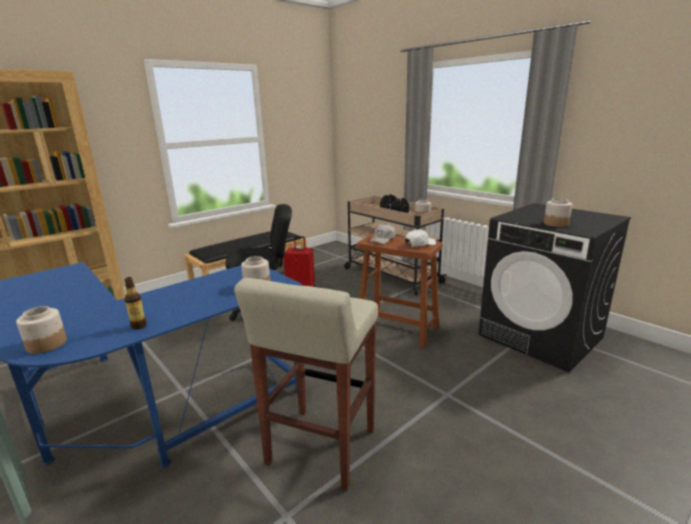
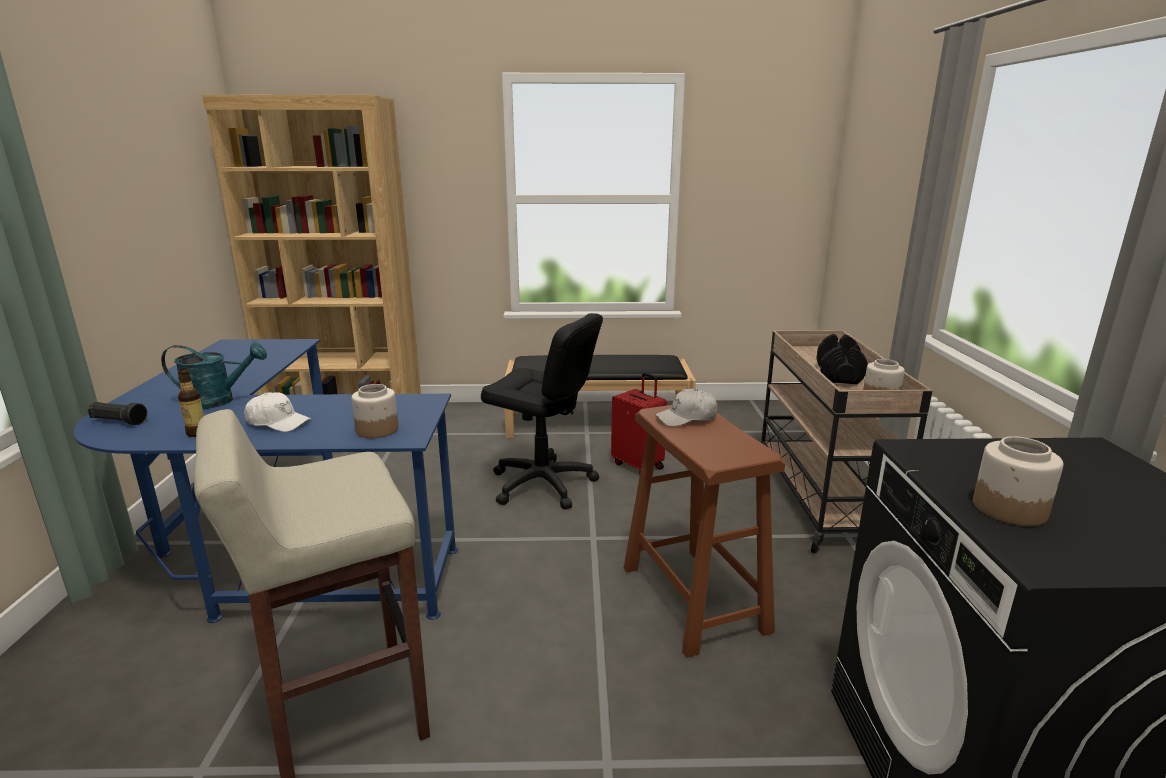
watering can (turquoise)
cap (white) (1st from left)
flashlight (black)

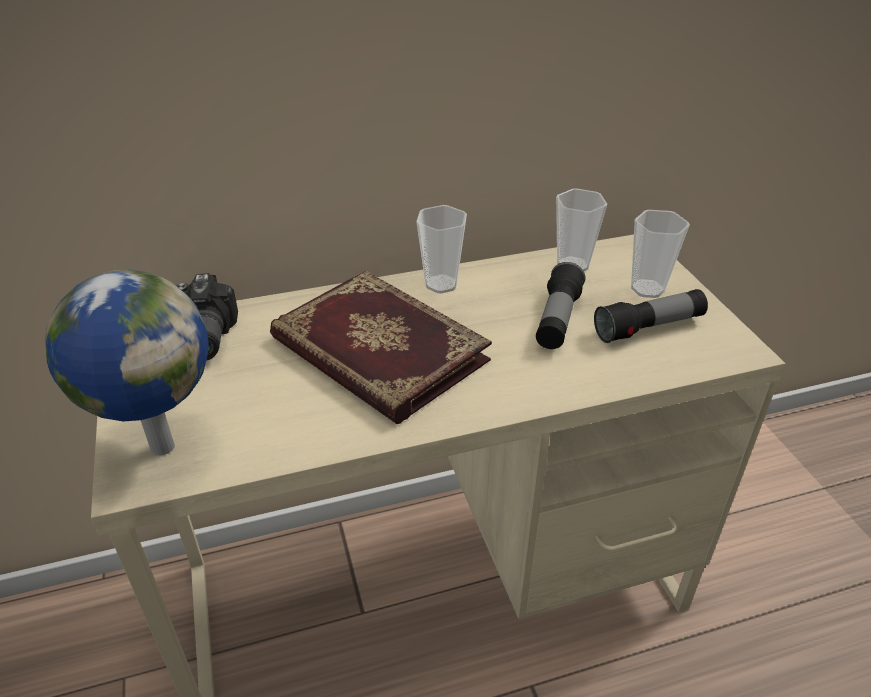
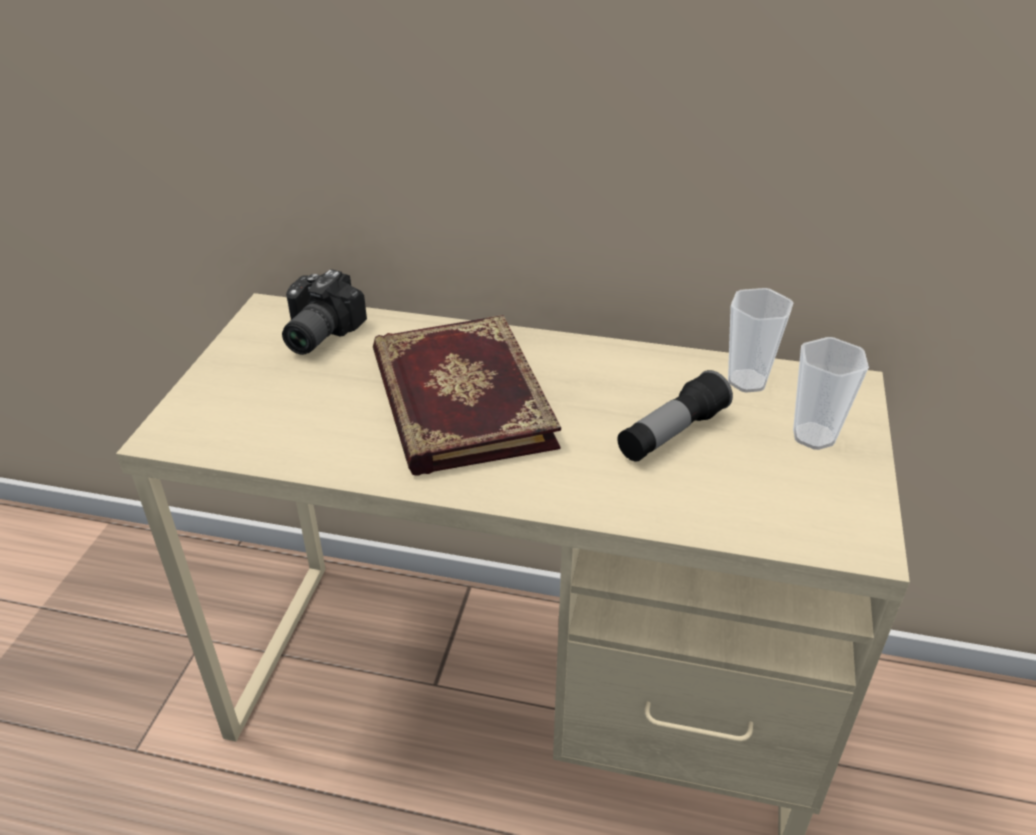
globe
cup (1st from left in the first image)
flashlight (2nd from left in the first image)

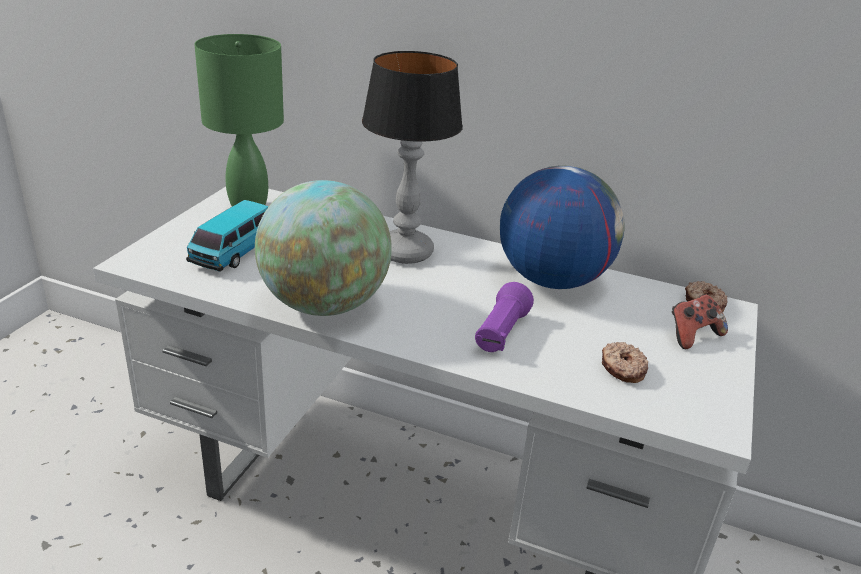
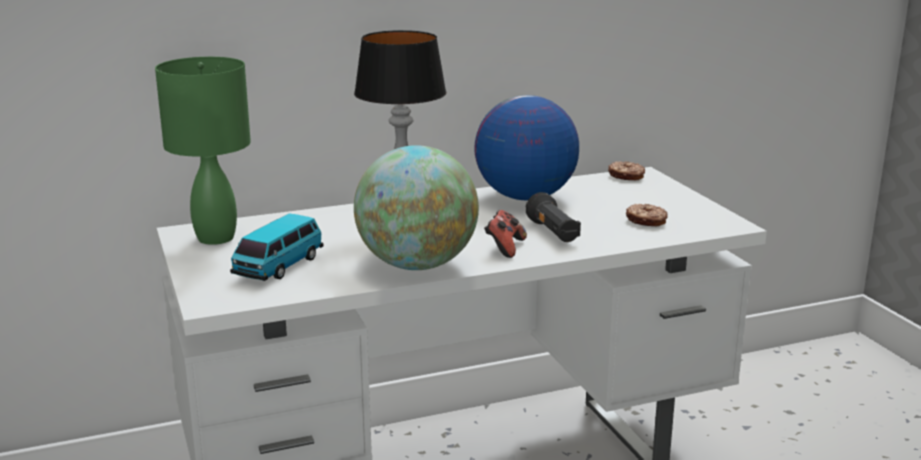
game controller
flashlight (black)
toy car

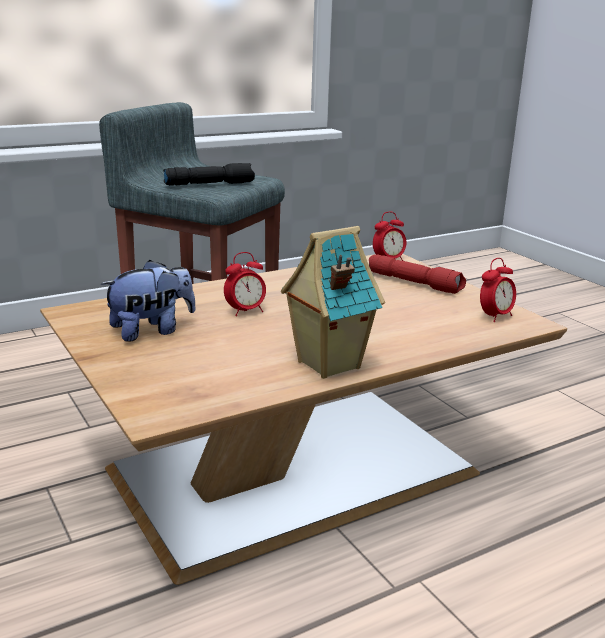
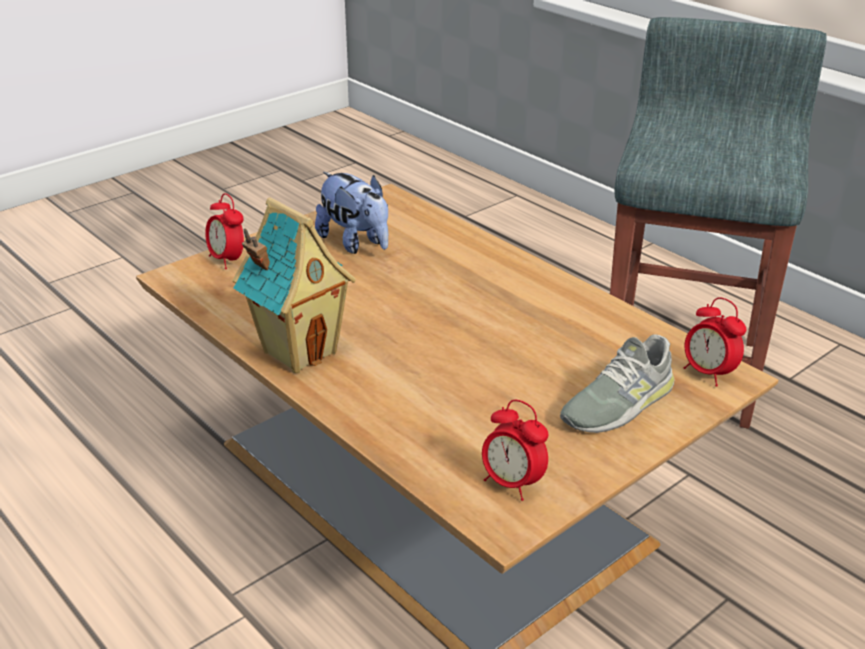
flashlight (black)
alarm clock (1st from left)
shoe (grey)

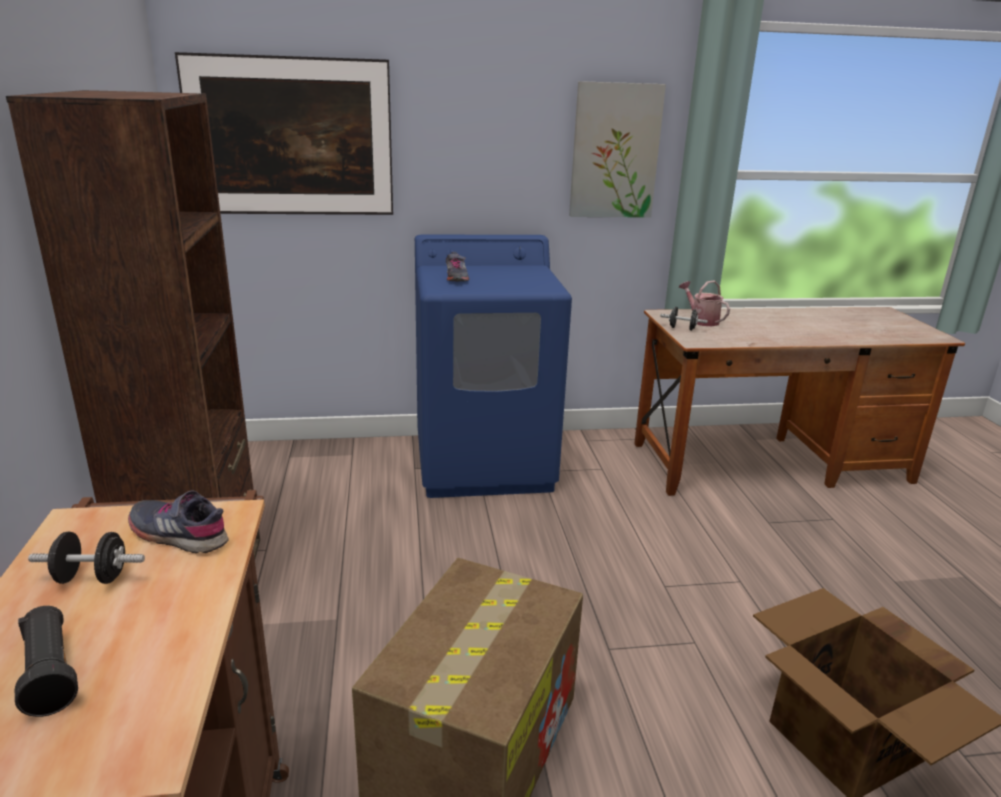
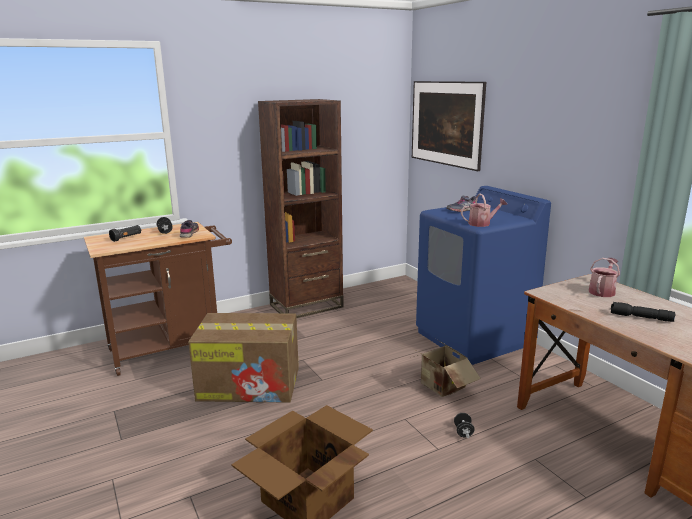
picture (2nd from left in the first image)
cardboard box (3rd from left)
watering can (1st from left)
flashlight (black) (2nd from left)
dumbbell (black) (2nd from left)

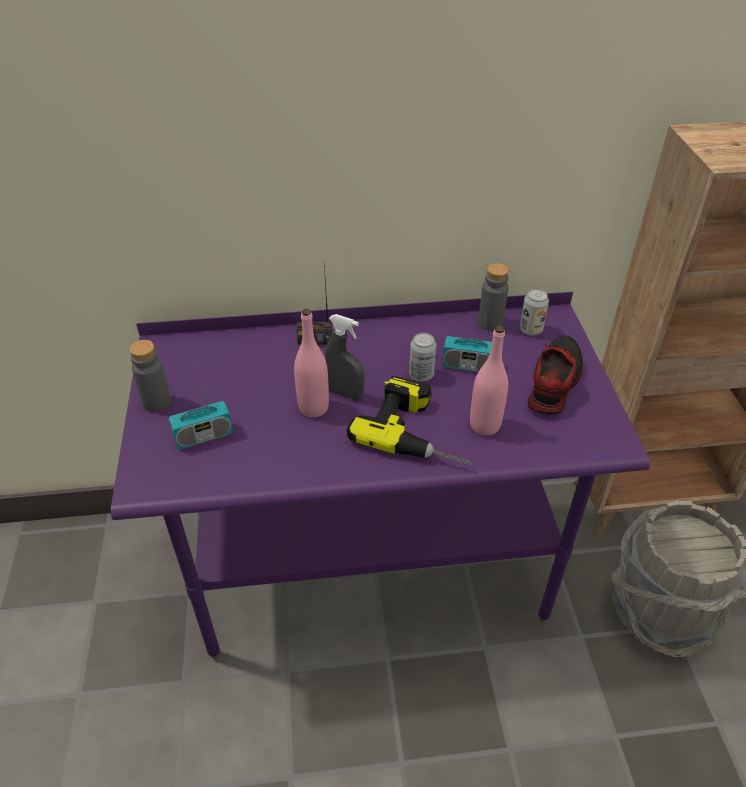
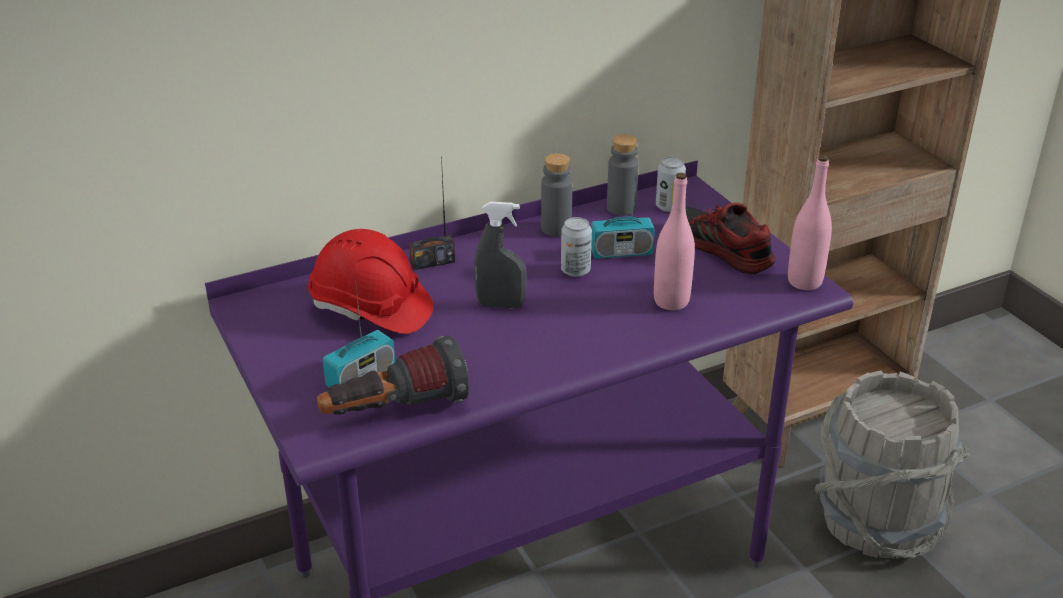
power drill
hard hat (red)
flashlight
bottle (grey) (1st from left)
bottle (pink) (2nd from left)
shoe

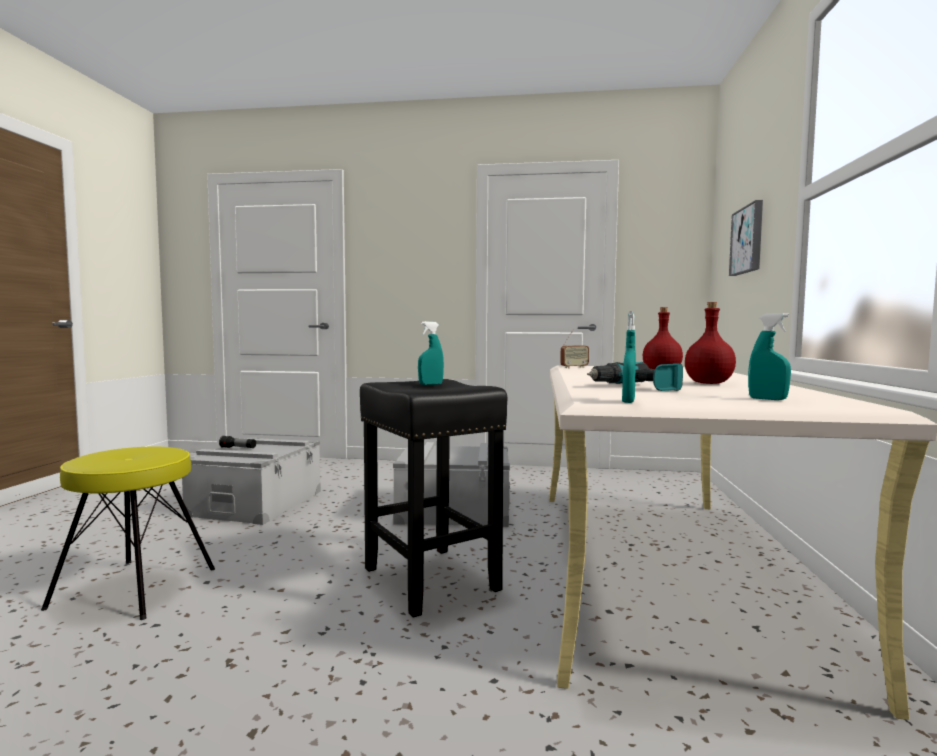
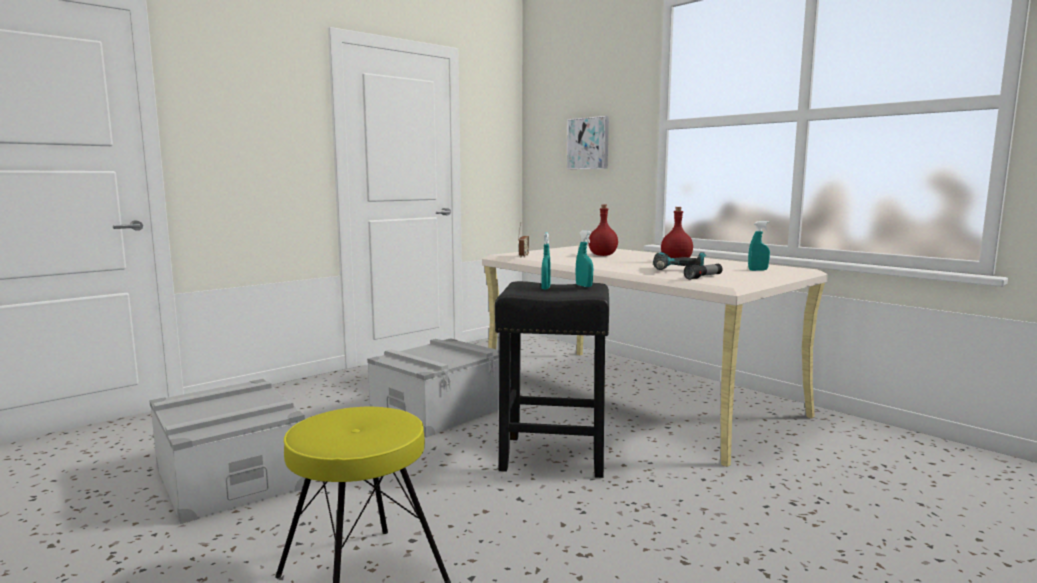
flashlight
spray bottle (turquoise) (2nd from left)

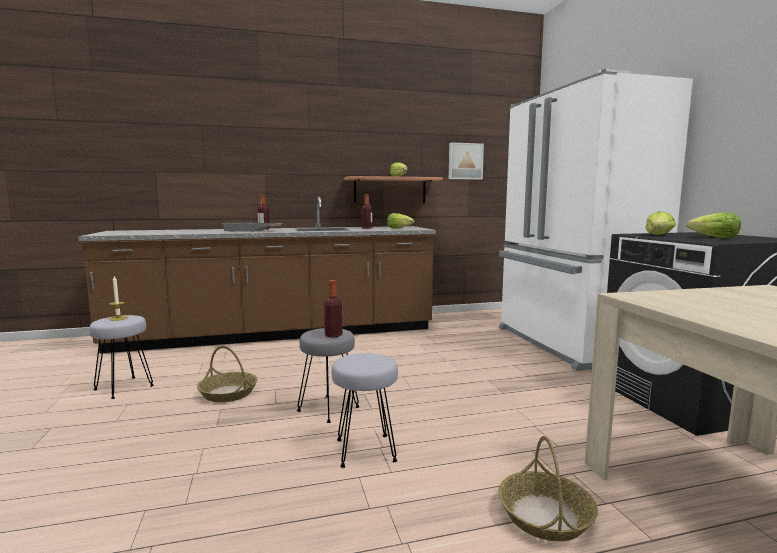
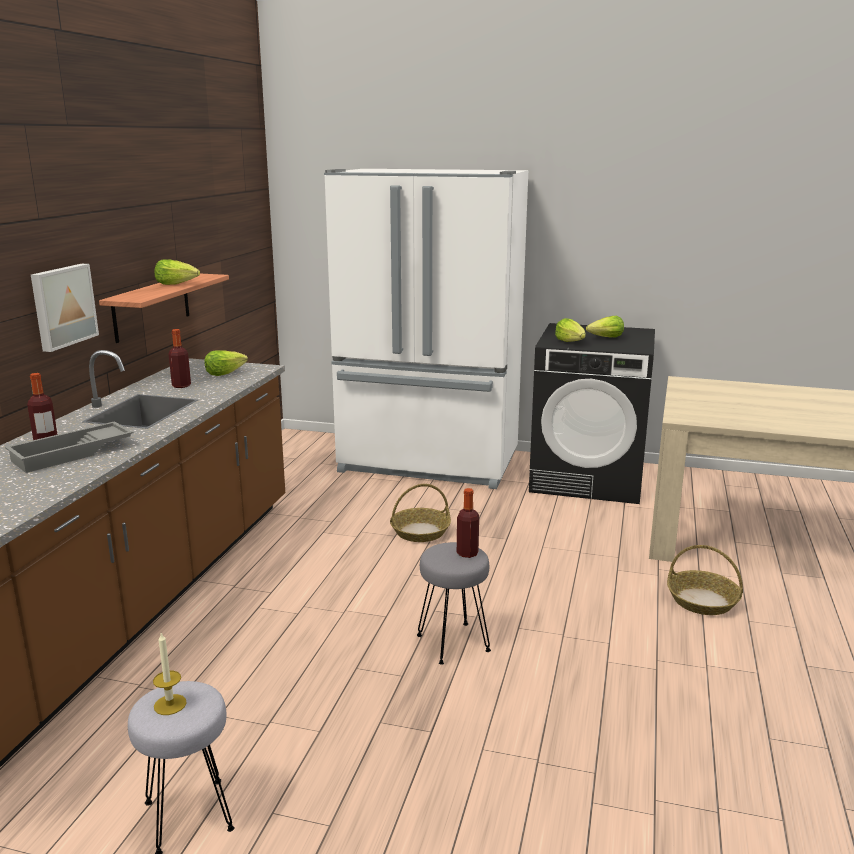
stool (grey) (3rd from left in the first image)
basket (1st from left)
picture

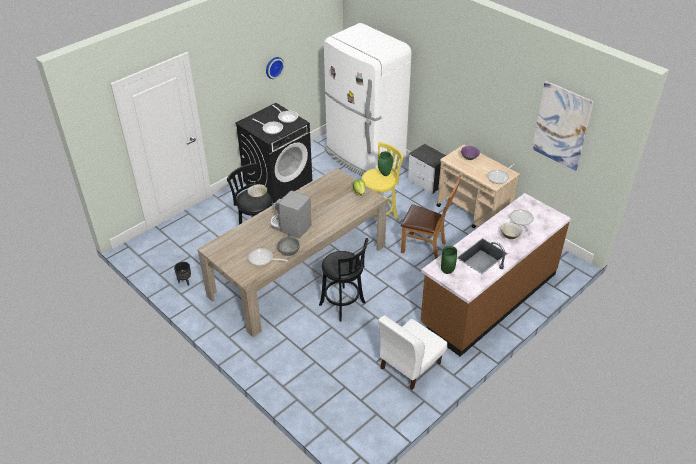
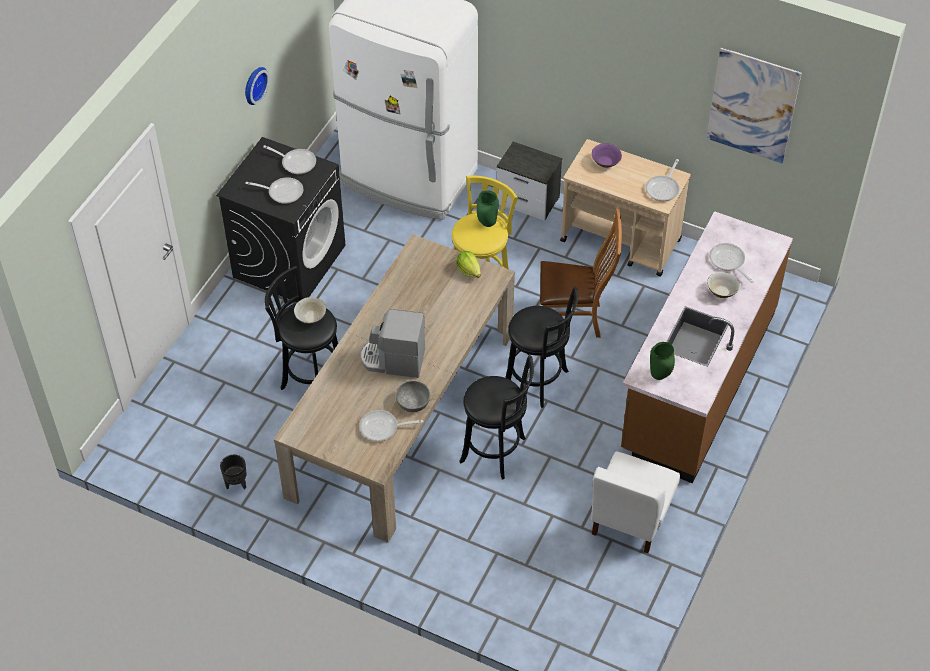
stool (black) (3rd from left)

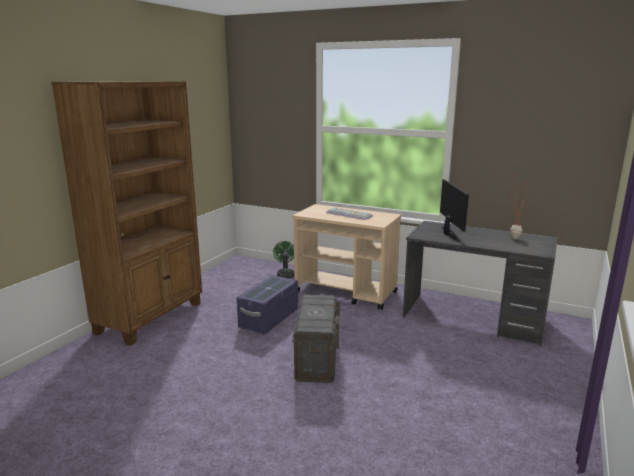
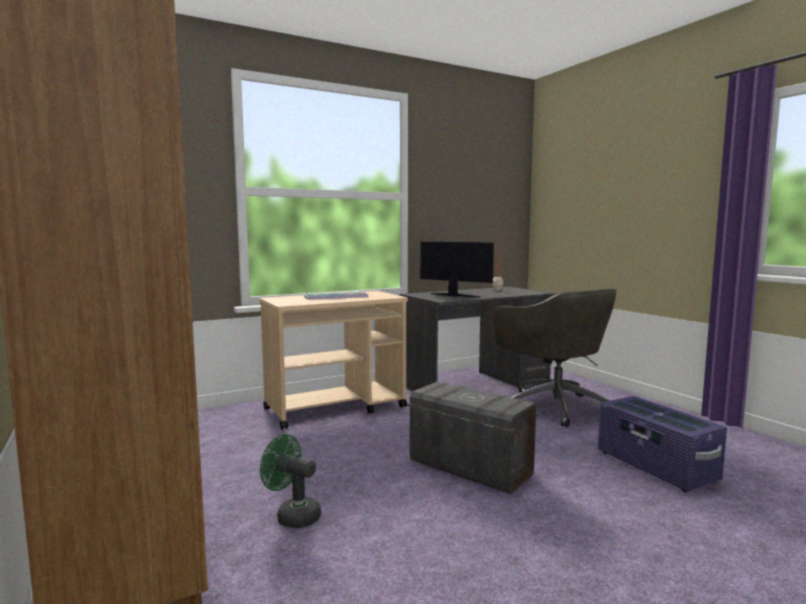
office chair (grey)
storage box (purple)
fan (green)

